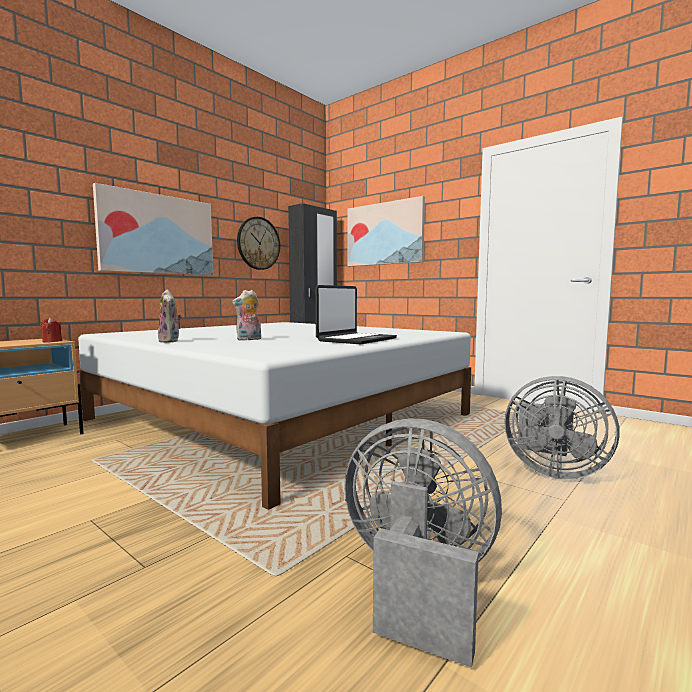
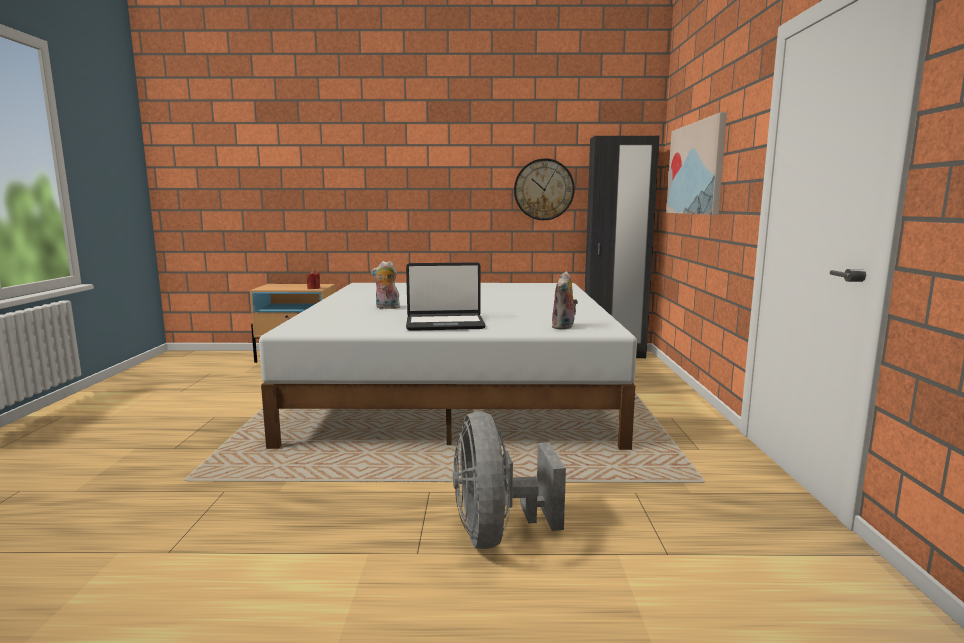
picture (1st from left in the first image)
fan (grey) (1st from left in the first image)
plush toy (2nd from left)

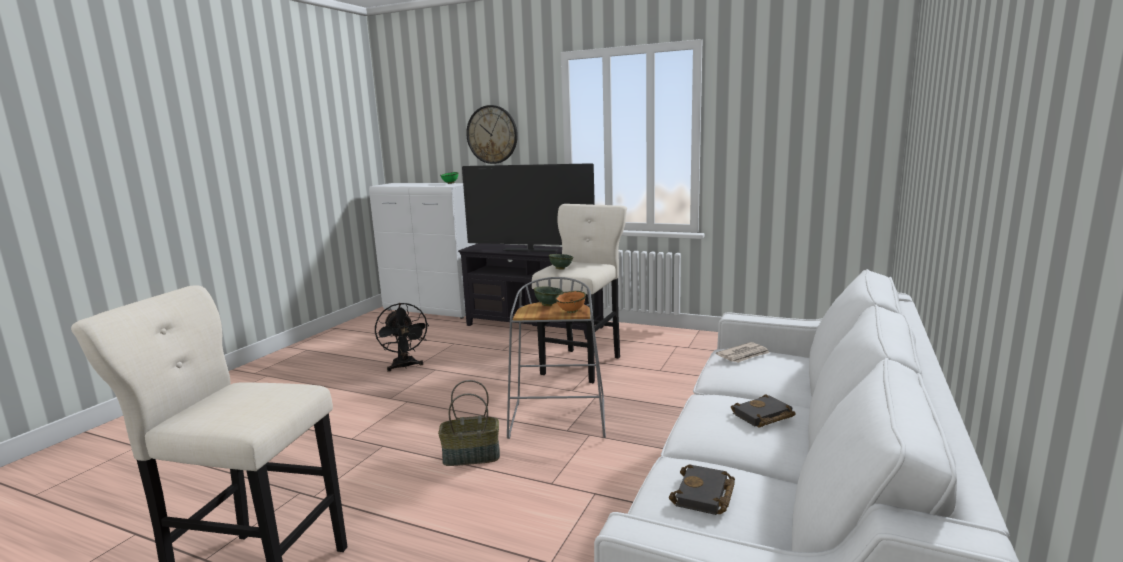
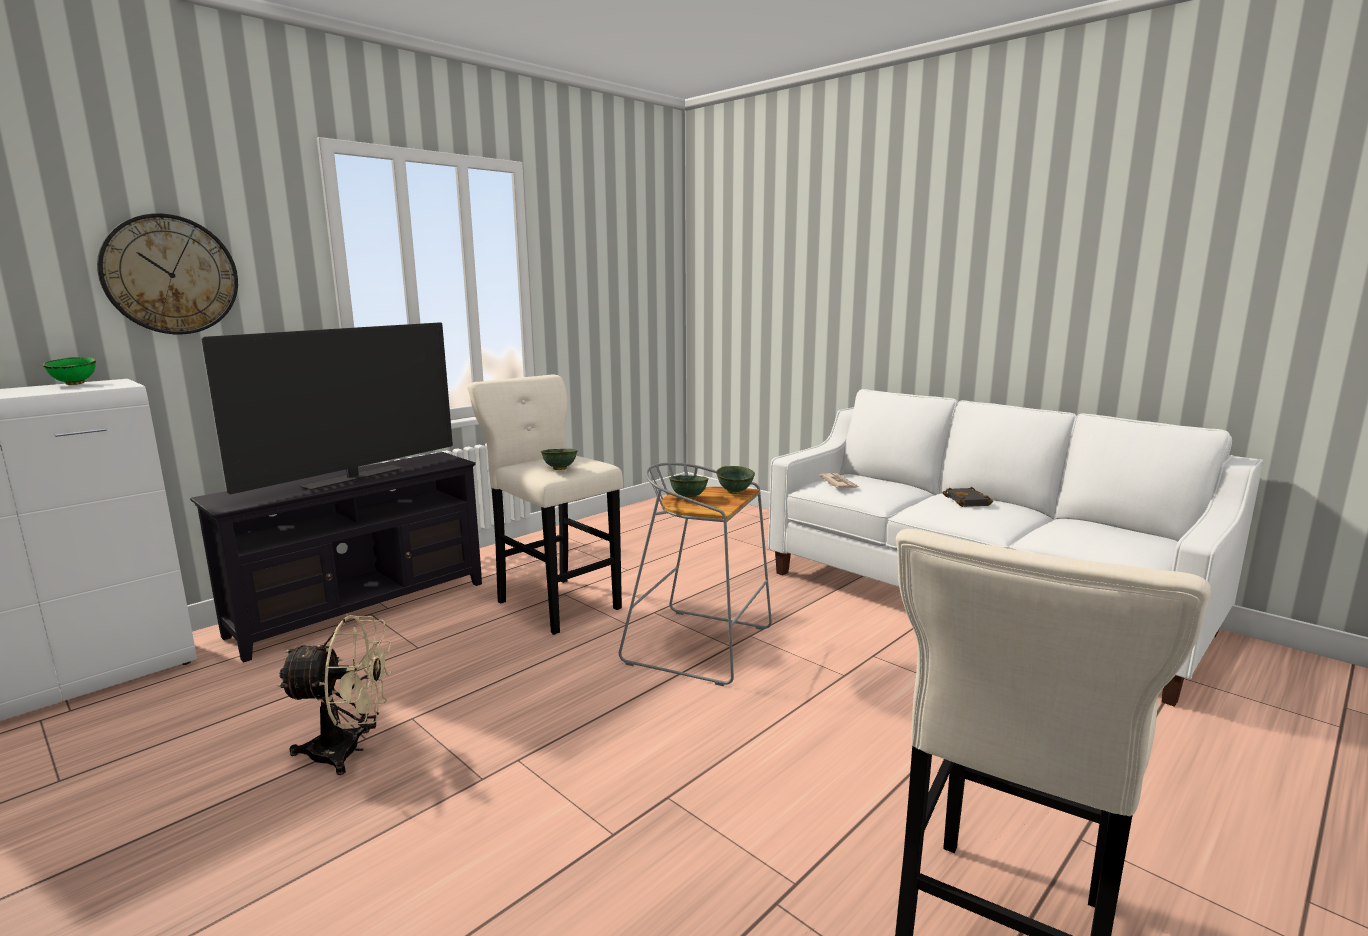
basket
book (black) (1st from left in the first image)
fan (beige)
bowl (green) (4th from left)

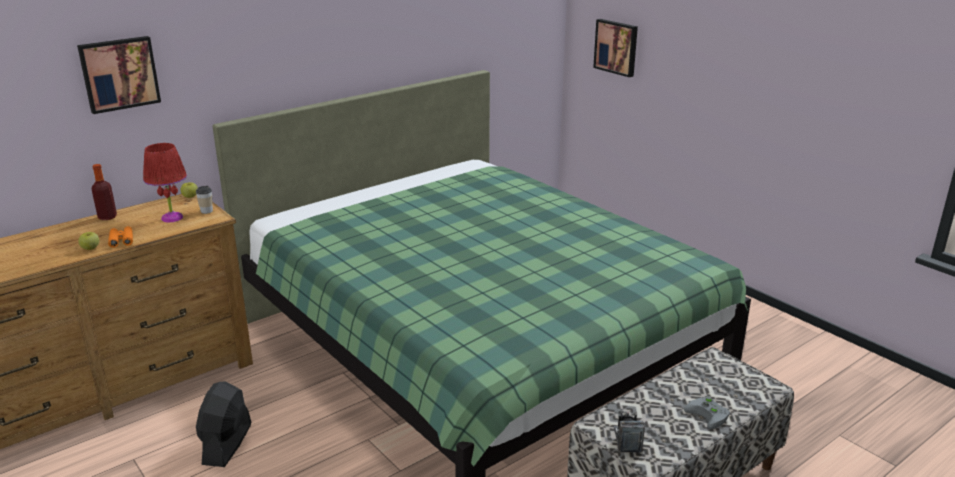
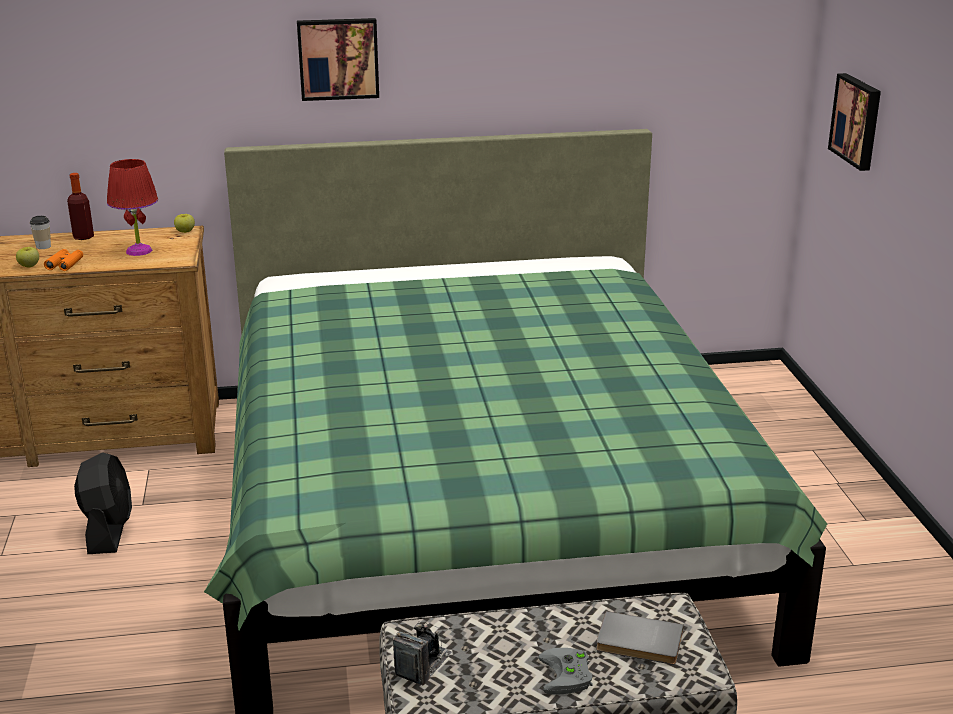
book (grey)
picture (1st from left)
cup
fan (black)

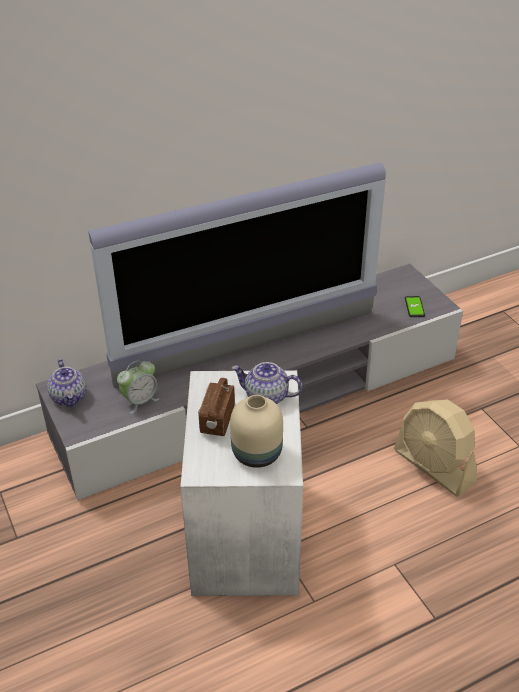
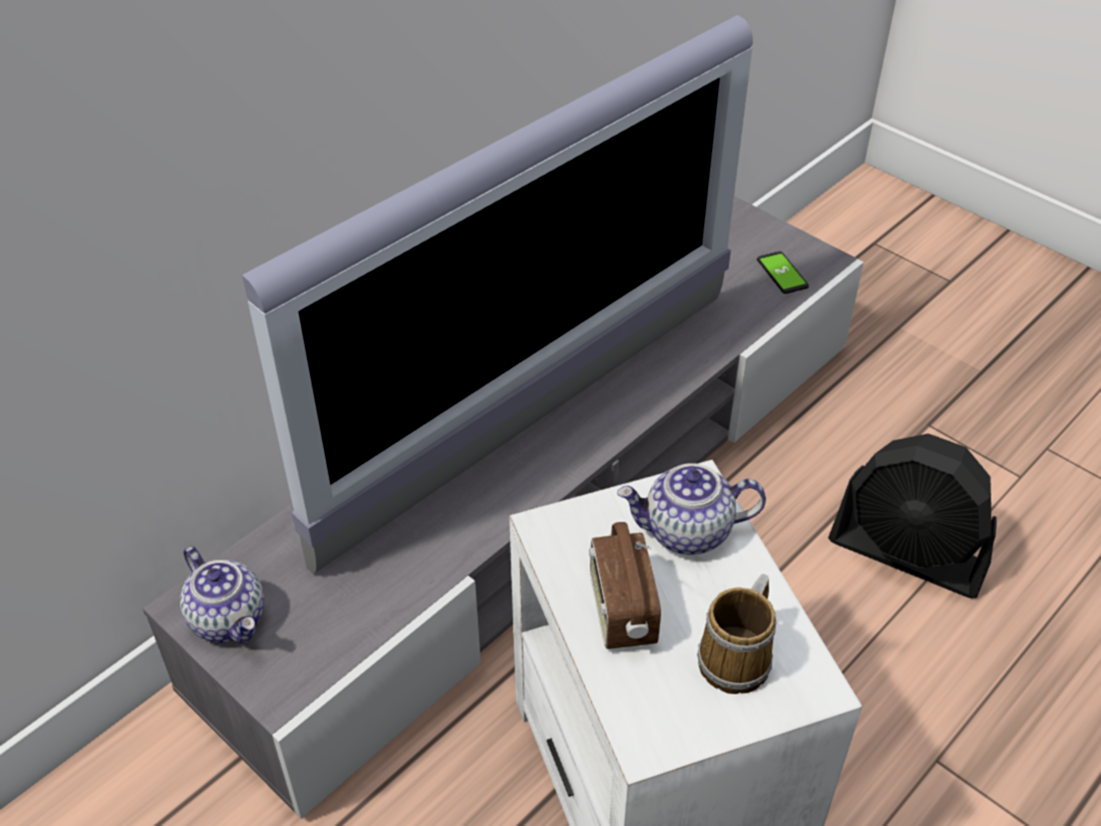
alarm clock
mug
fan (black)

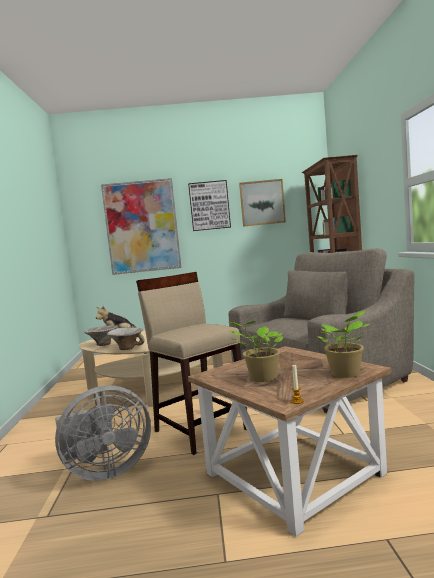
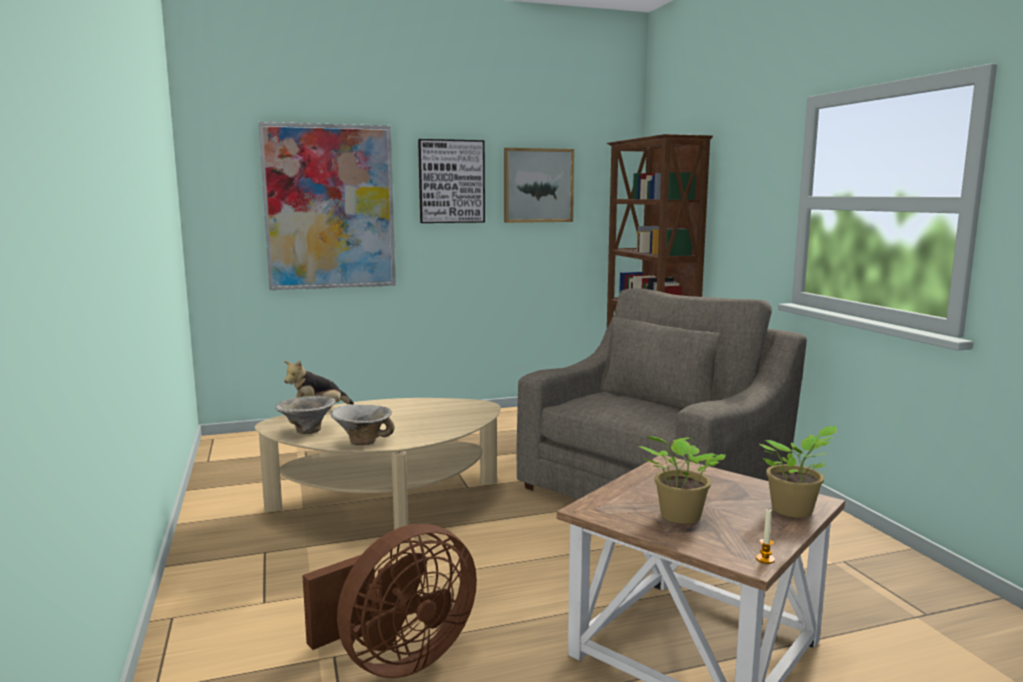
stool (beige)
fan (brown)

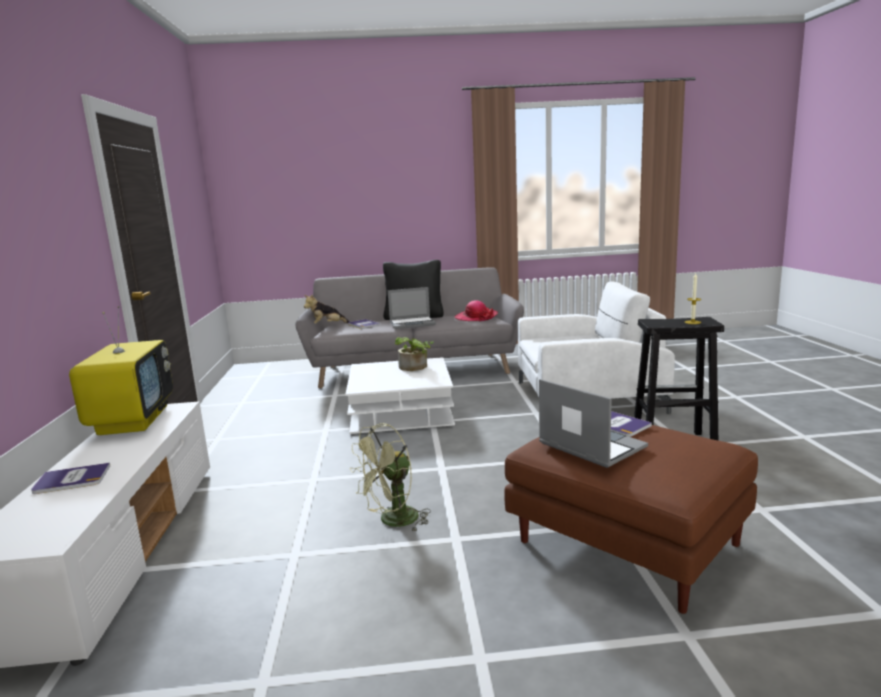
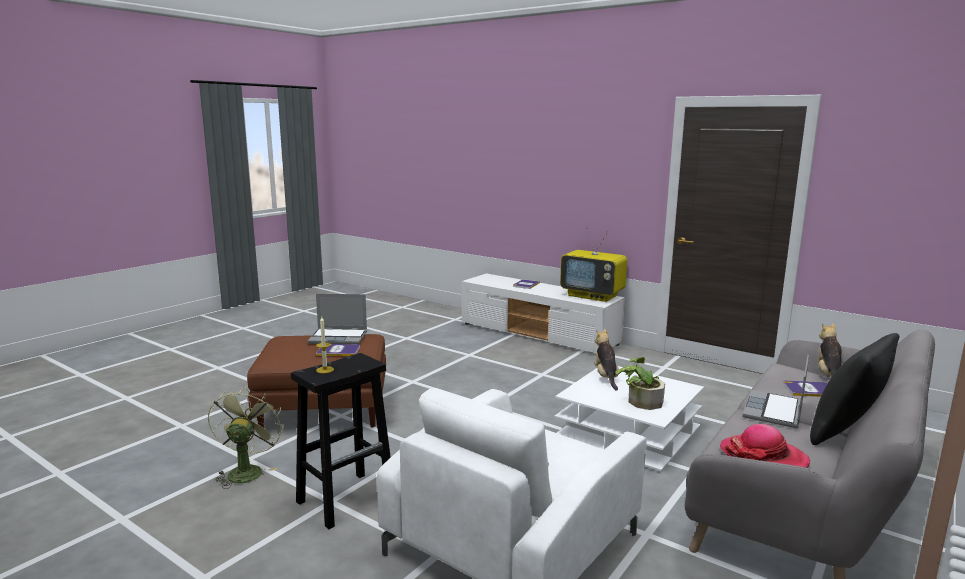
plush toy (1st from left)
fan (green)

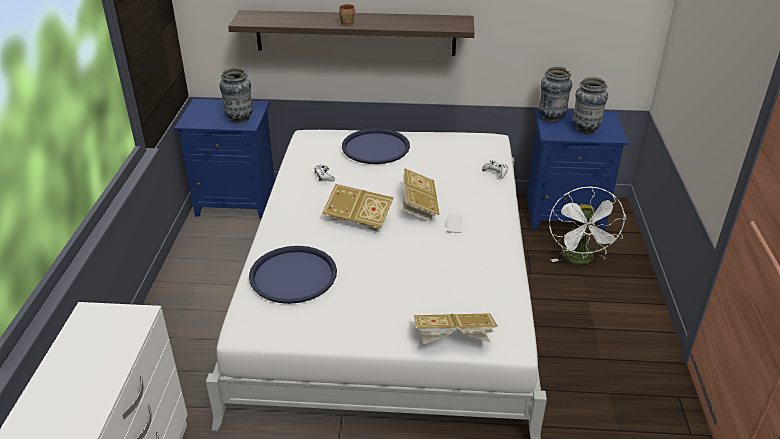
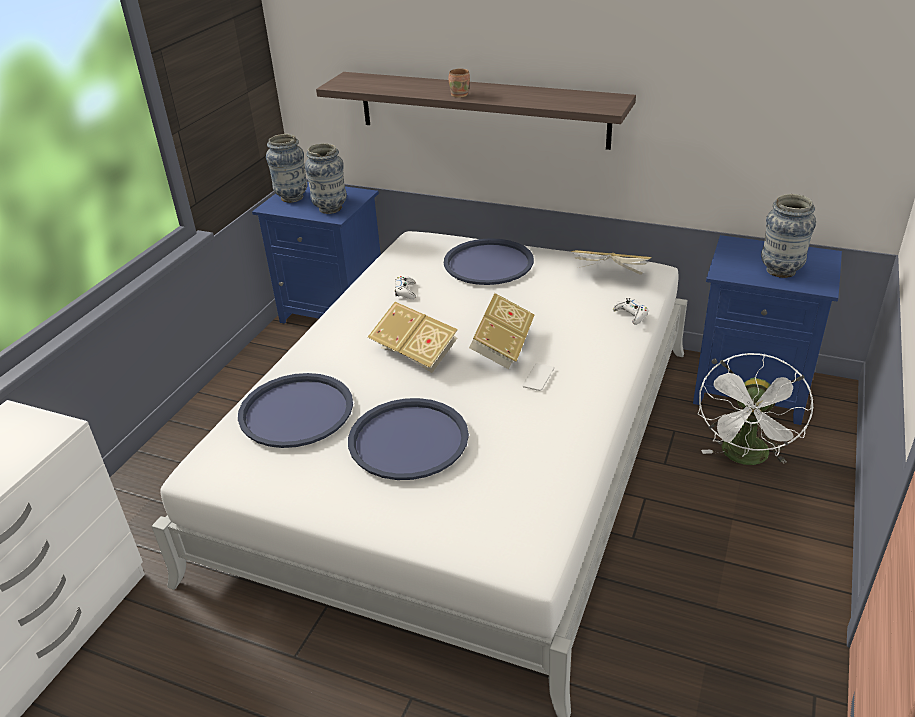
tray (blue) (2nd from left)
book (3rd from left)
vase (1st from left)

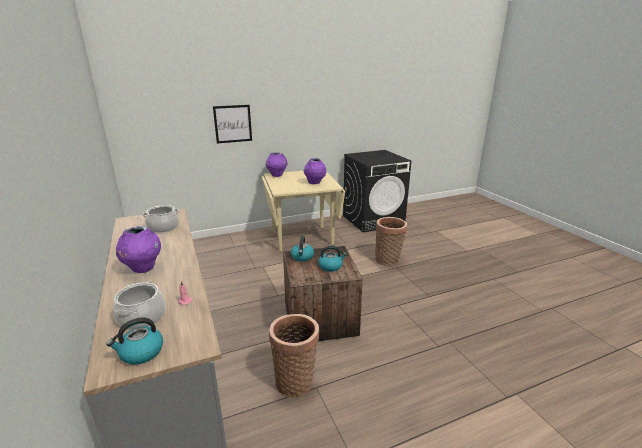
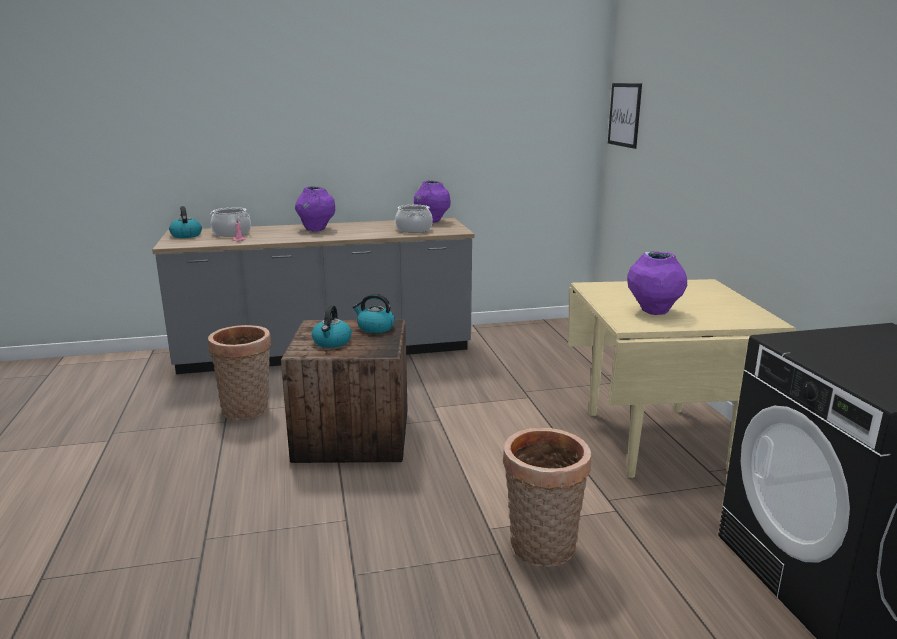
picture
vase (purple) (2nd from left)

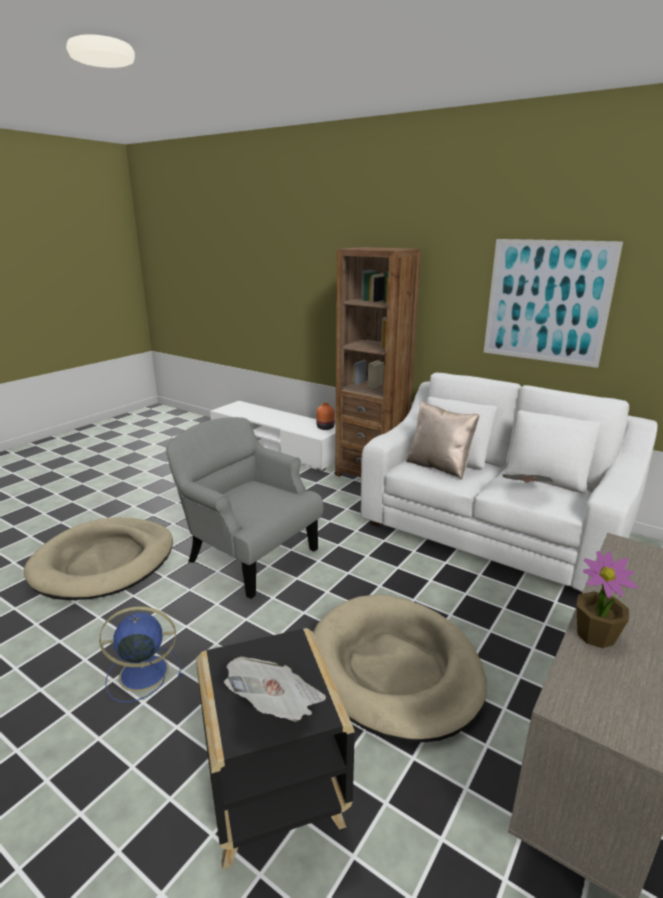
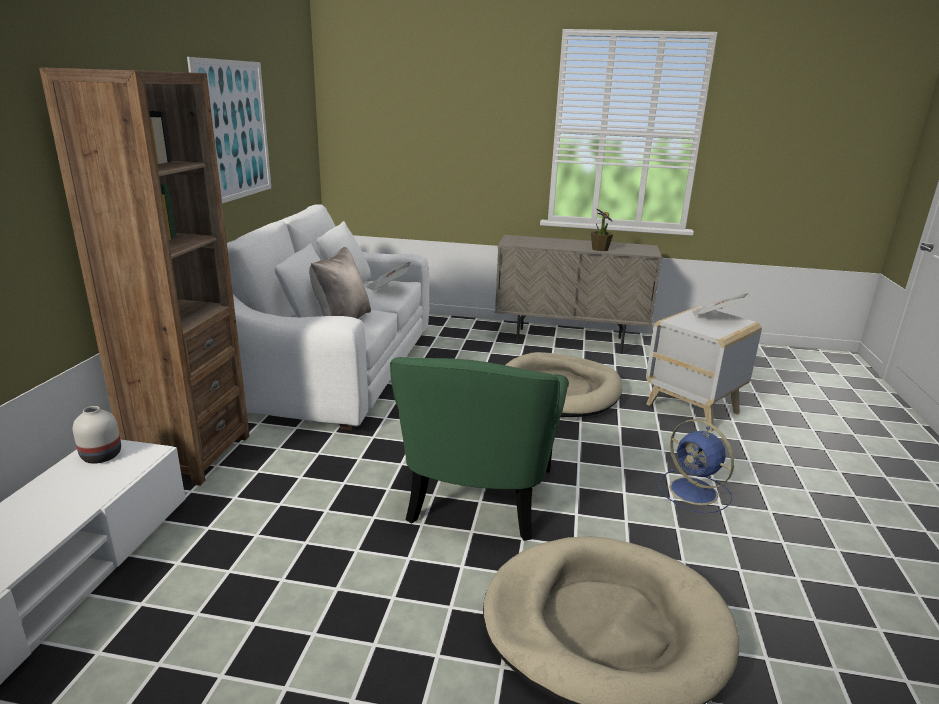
armchair (green)
side table (white)
vase (white)

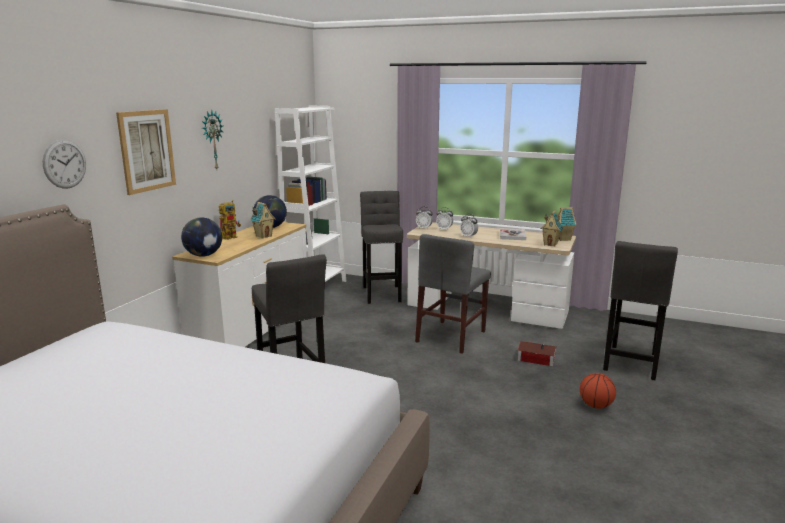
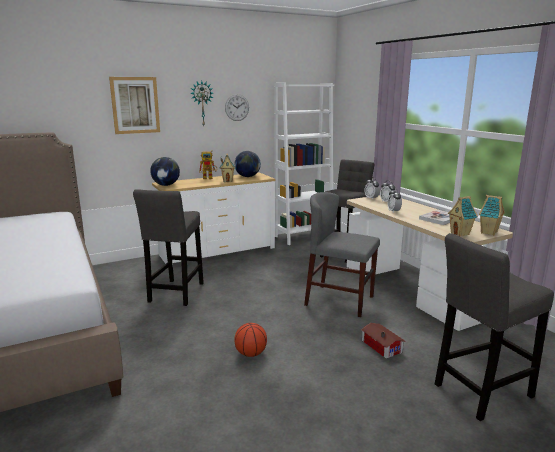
wall clock (2nd from left)
basketball
chair (grey)

